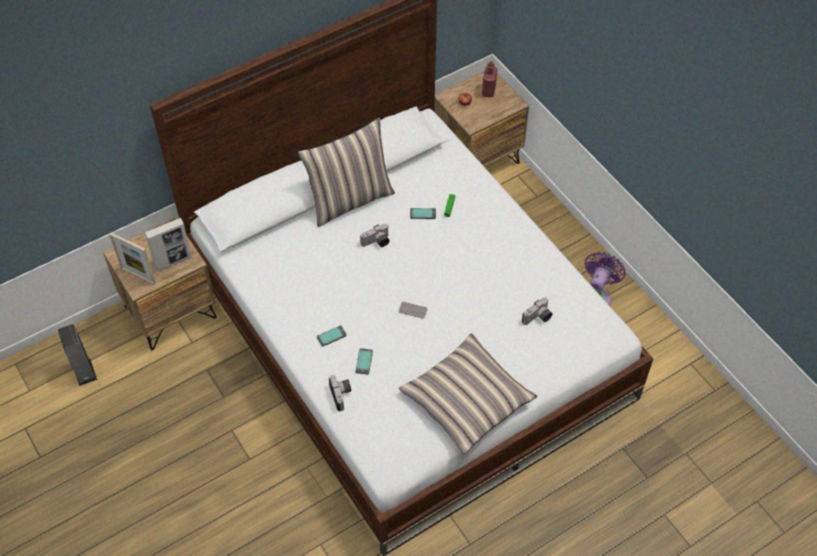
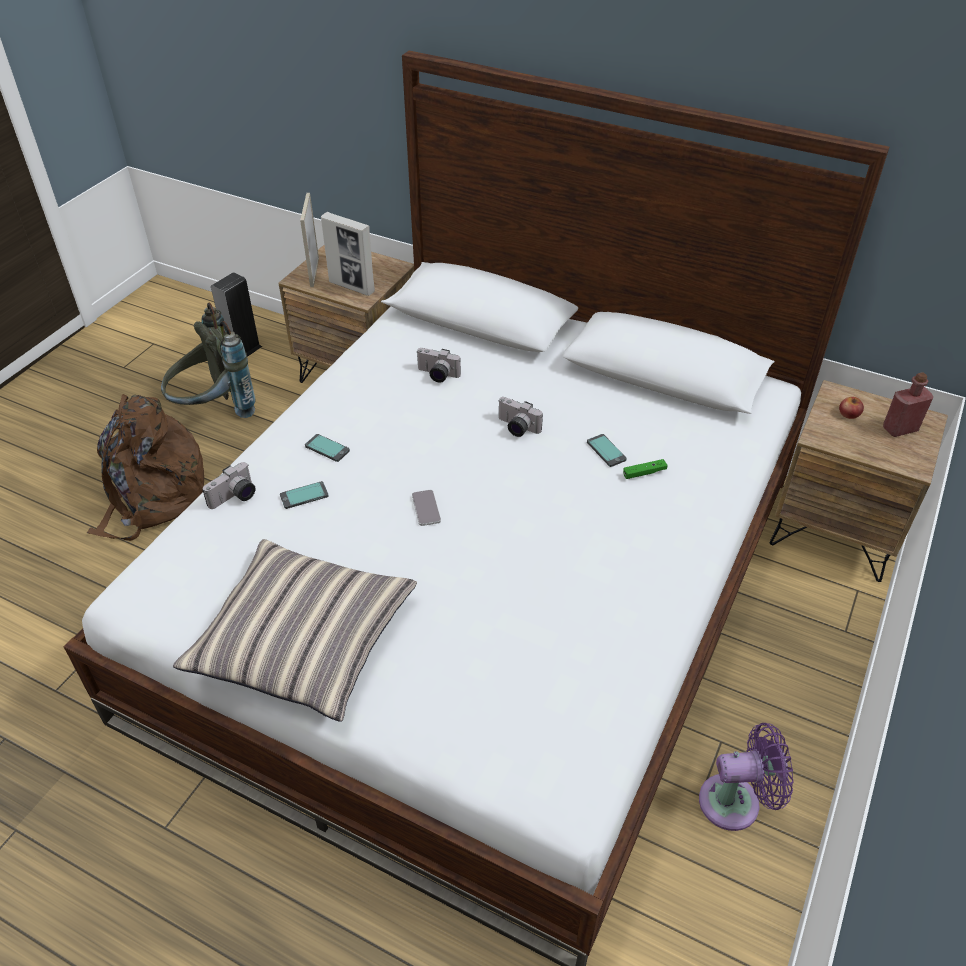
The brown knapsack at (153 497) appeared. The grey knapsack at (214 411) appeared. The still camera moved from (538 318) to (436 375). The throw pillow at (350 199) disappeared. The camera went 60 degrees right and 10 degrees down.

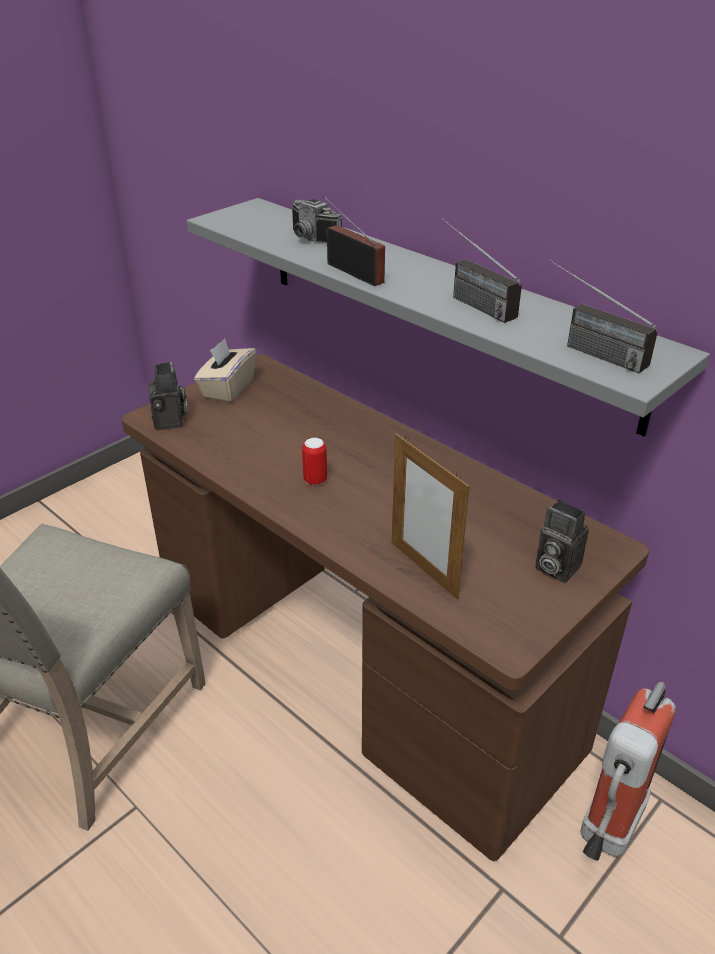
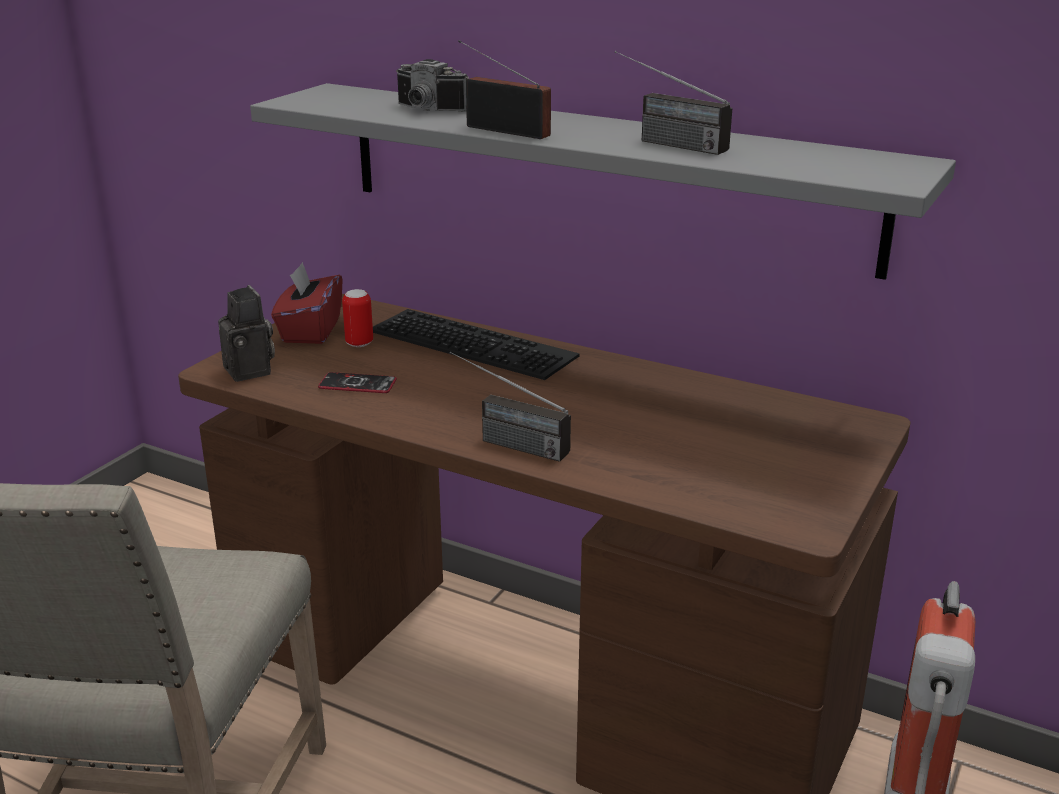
The sand-coloured tissue box at (227 389) became the red tissue box at (310 331). The handset at (357 384) appeared. The sealed can moved from (315 480) to (359 343). The computer keyboard at (476 342) appeared. The radio moved from (586 349) to (503 442). The picture frame at (423 569) disappeared. The still camera at (554 567) disappeared. The camera went 15 degrees left and 10 degrees down.

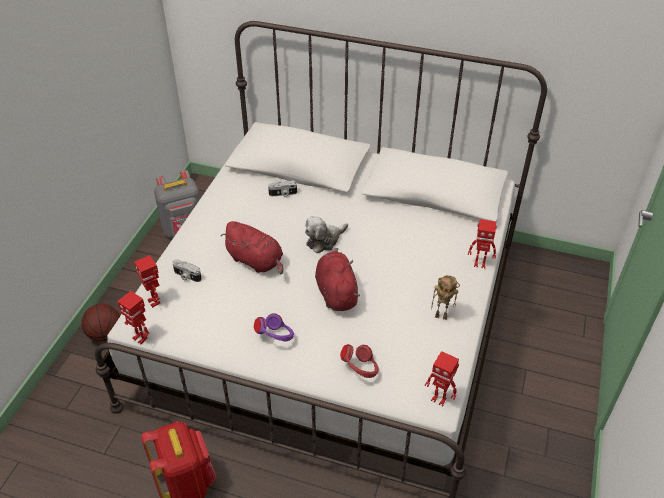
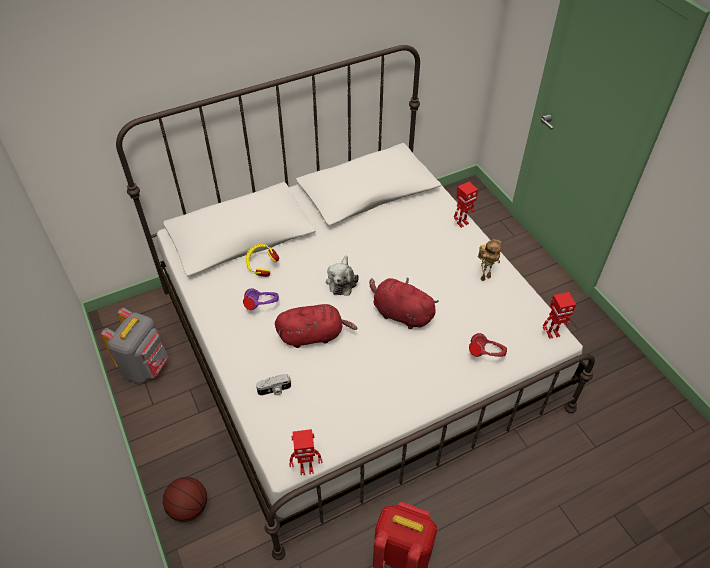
The purple-coloured headphones moved from (276 337) to (262 306). The still camera at (283 194) was replaced by the yellow headphones at (262 267). The robot figure at (154 301) disappeared. The camera went 45 degrees left and 5 degrees up.

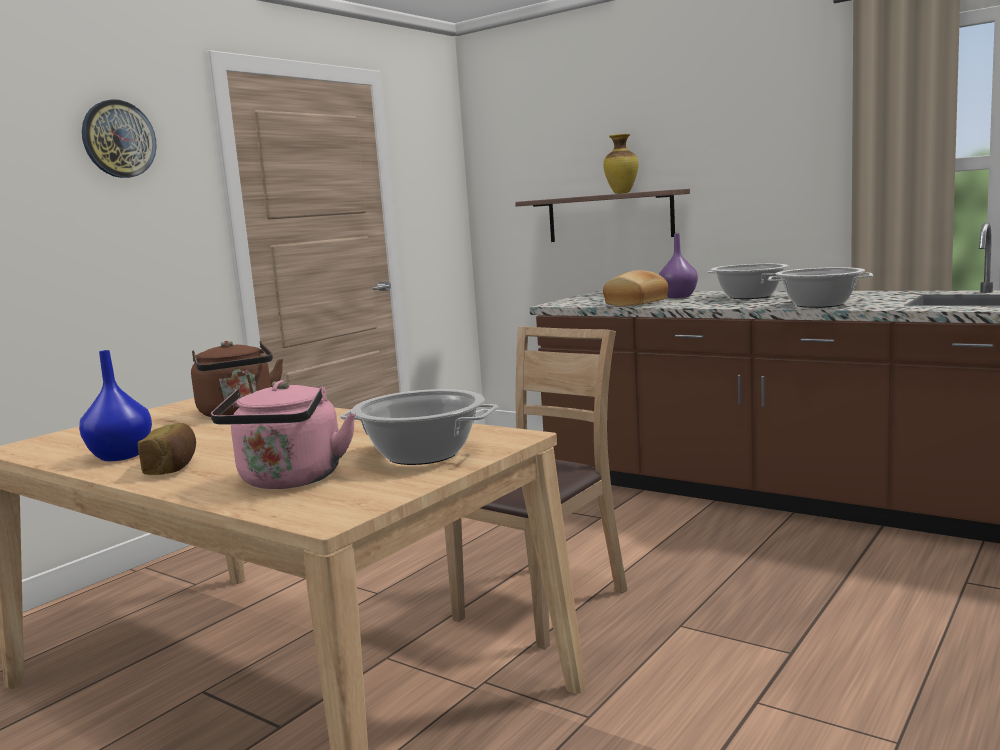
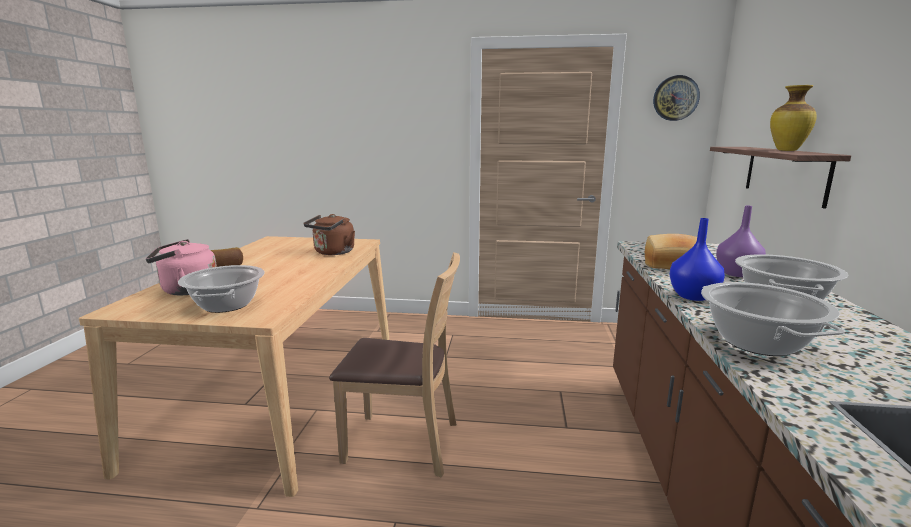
The hanging clock moved from (118 139) to (675 98). The blue-coloured decorative vase moved from (121 456) to (693 296). The camera went 60 degrees right and 5 degrees up.

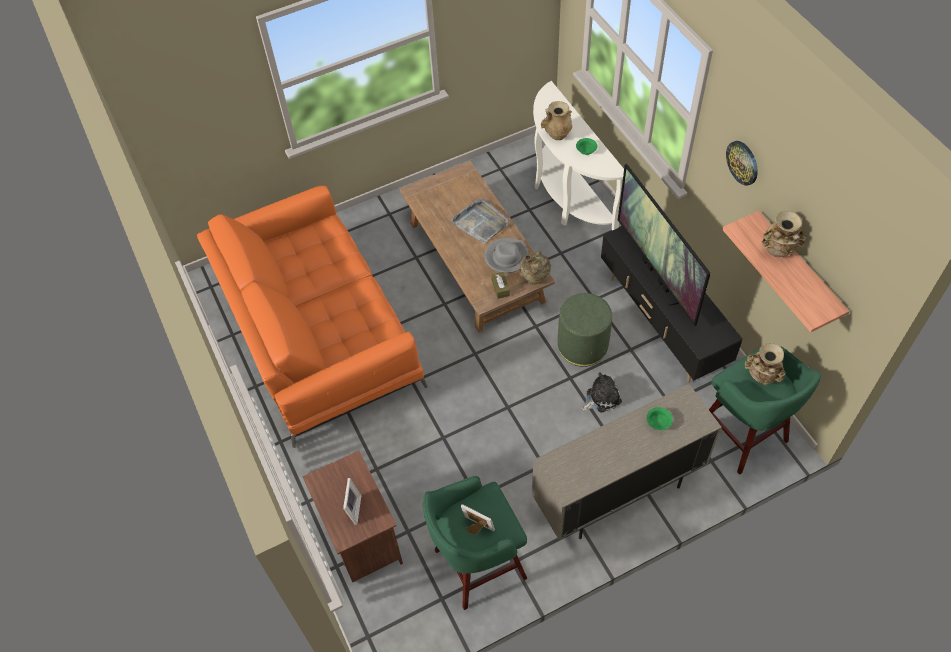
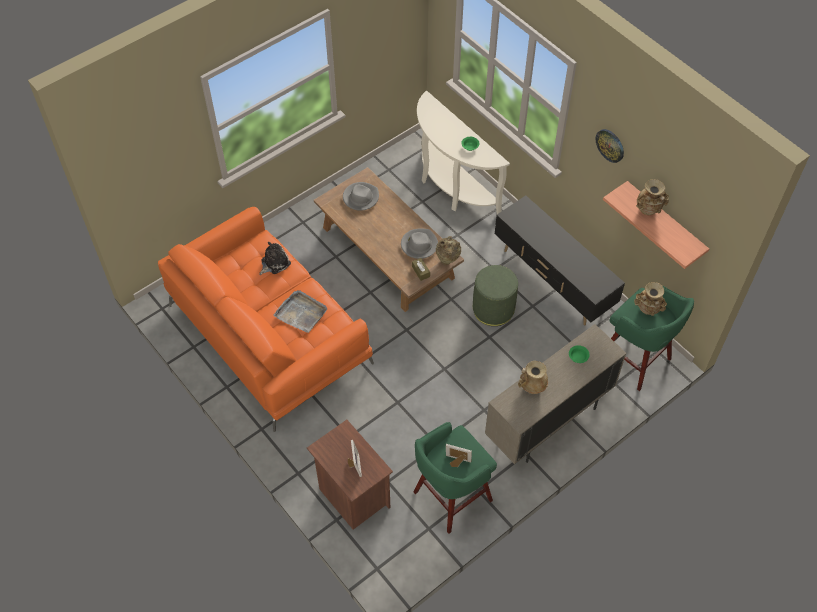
The soft toy moved from (601 397) to (274 263). The grey serving tray moved from (481 222) to (301 313). The grey hat at (360 197) appeared. The sand-coloured decorative vase moved from (557 135) to (532 387). The television at (656 276) disappeared. The camera went 15 degrees left and 0 degrees up.

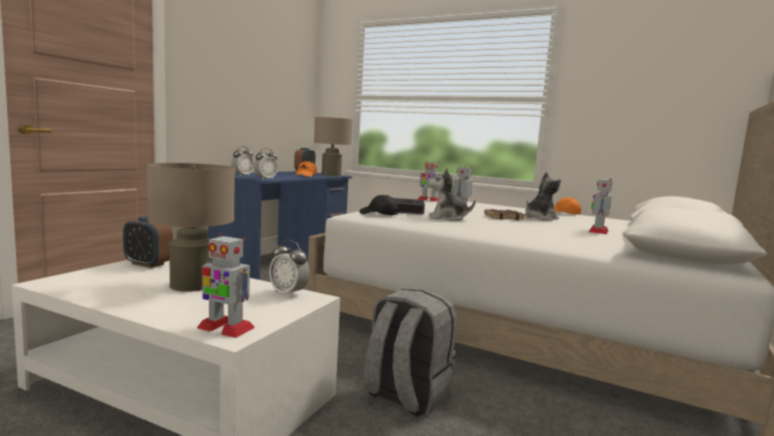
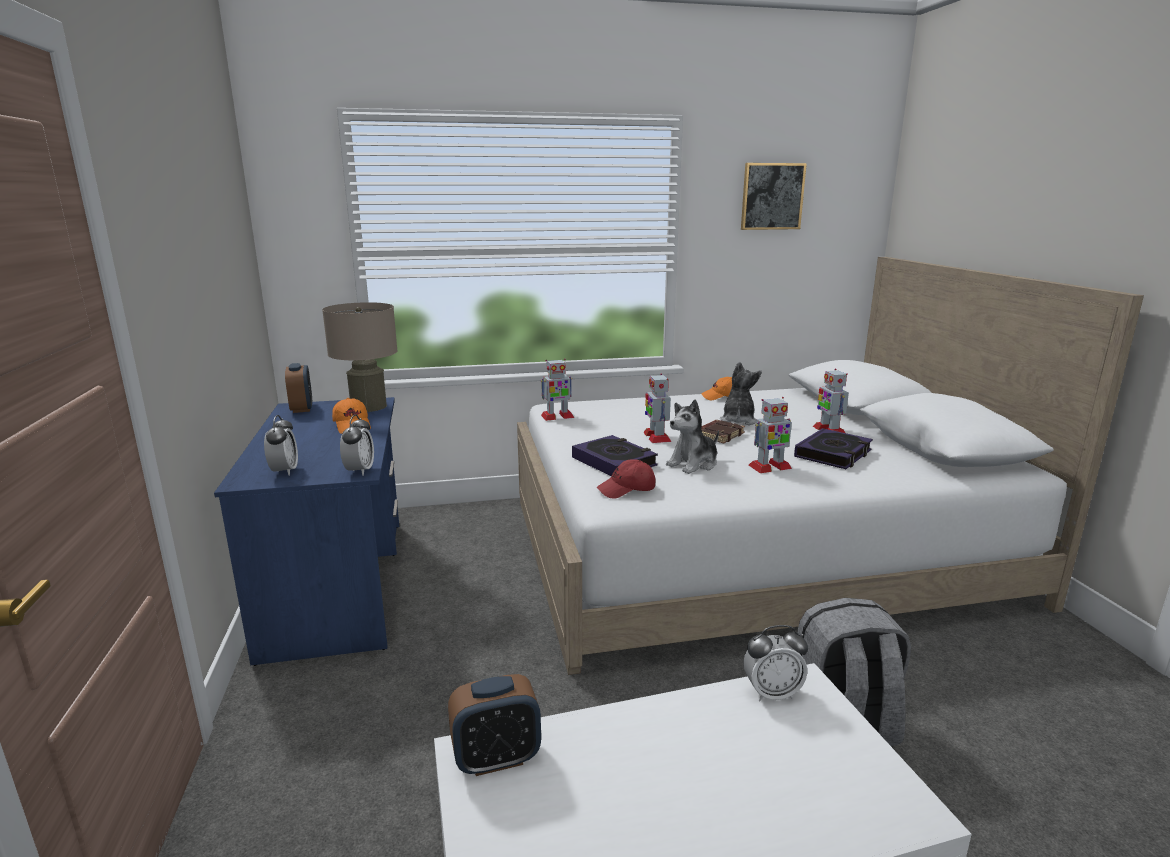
The black cap at (378 214) became the red cap at (626 490). The picture at (772 196) appeared. The robot figure moved from (225 328) to (769 467). The volume at (833 454) appeared. The sand-coloured table lamp at (192 285) disappeared. The camera went 40 degrees left and 10 degrees up.

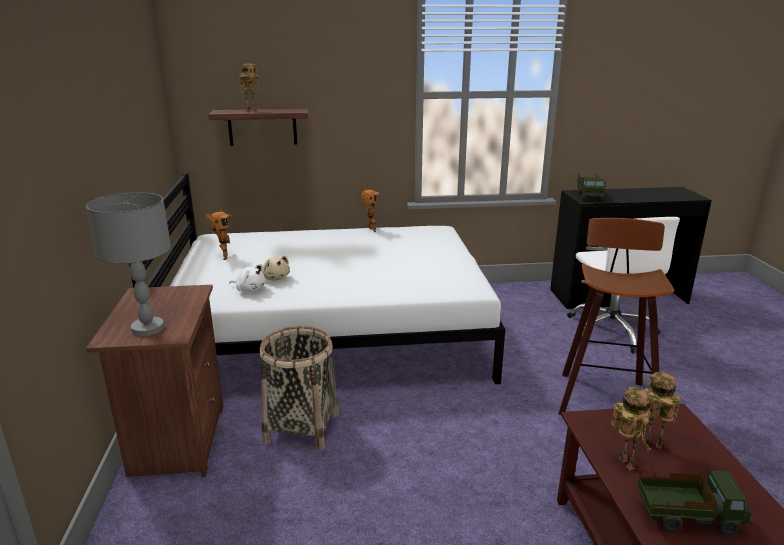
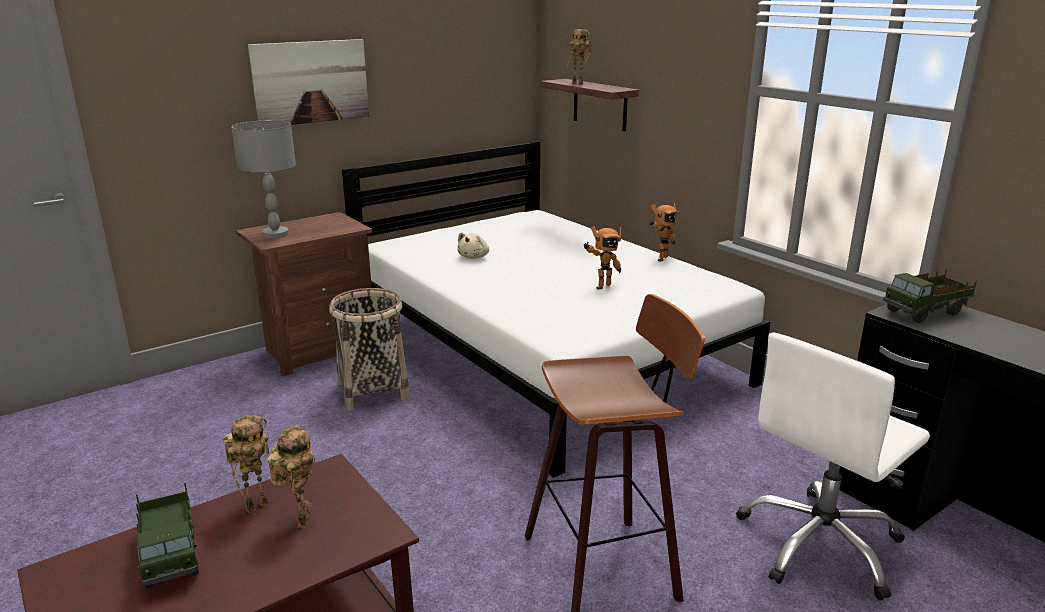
The picture at (311 82) appeared. The robot figure moved from (223 257) to (601 286). The whitish soft toy at (249 289) disappeared. The camera went 60 degrees right and 0 degrees up.

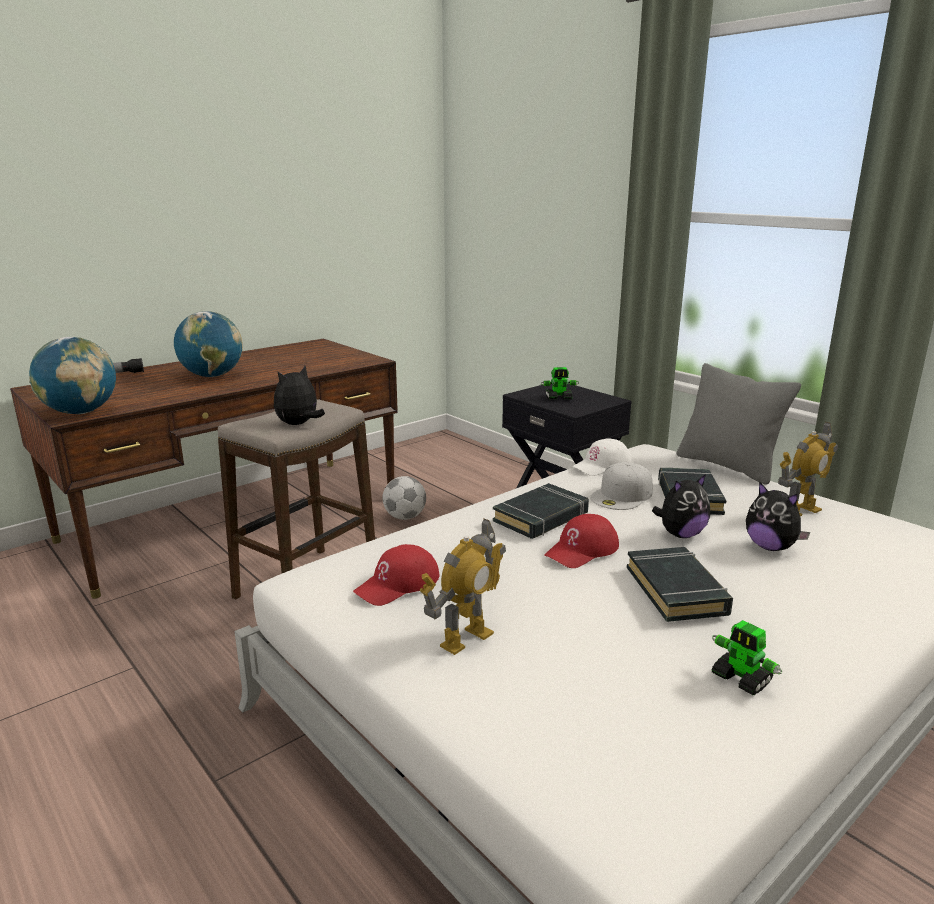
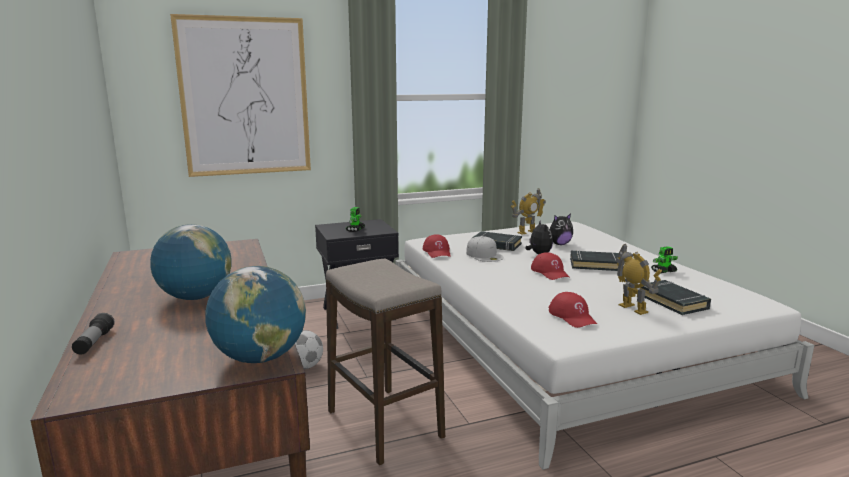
The picture at (245 97) appeared. The whitish cap at (602 465) became the red cap at (437 252). The robot figure at (800 511) turned 75 degrees clockwise. The black volume moved from (541 517) to (673 301). The soft toy at (299 424) disappeared. The grey throw pillow at (728 466) disappeared. The camera went 70 degrees left and 5 degrees down.

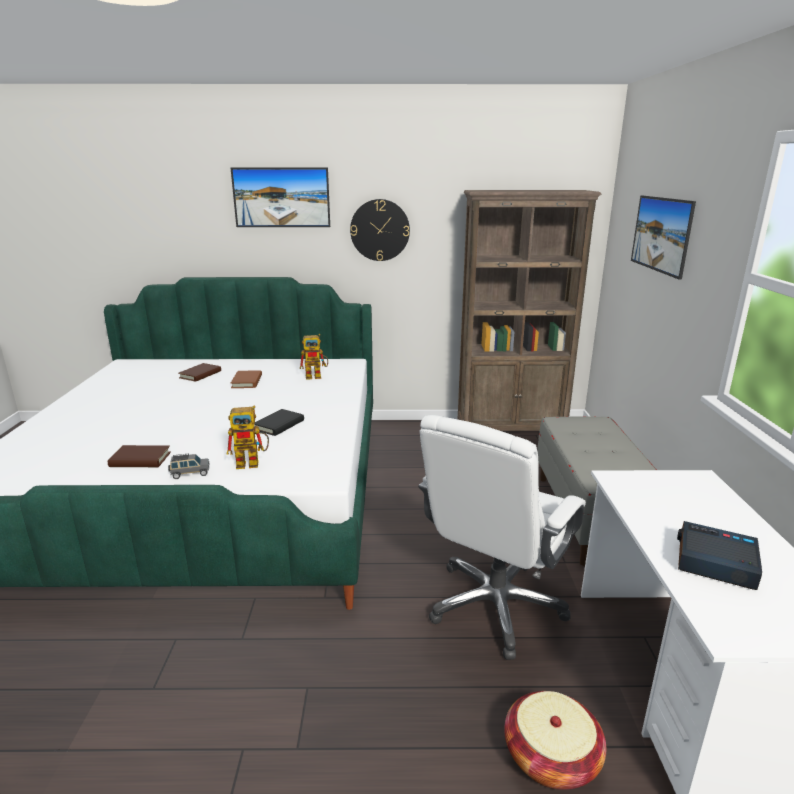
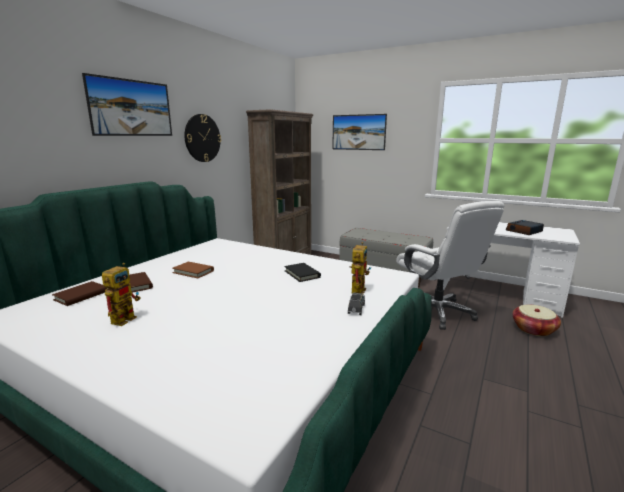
The brown volume moved from (140 460) to (81 296). The robot figure moved from (317 376) to (126 317). The camera went 60 degrees left and 5 degrees down.

